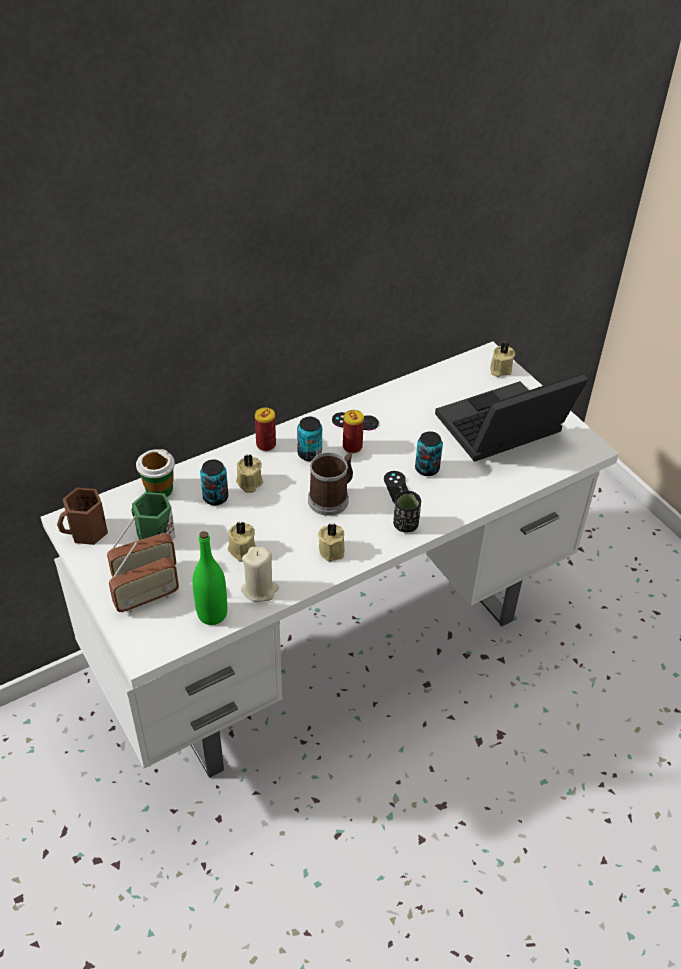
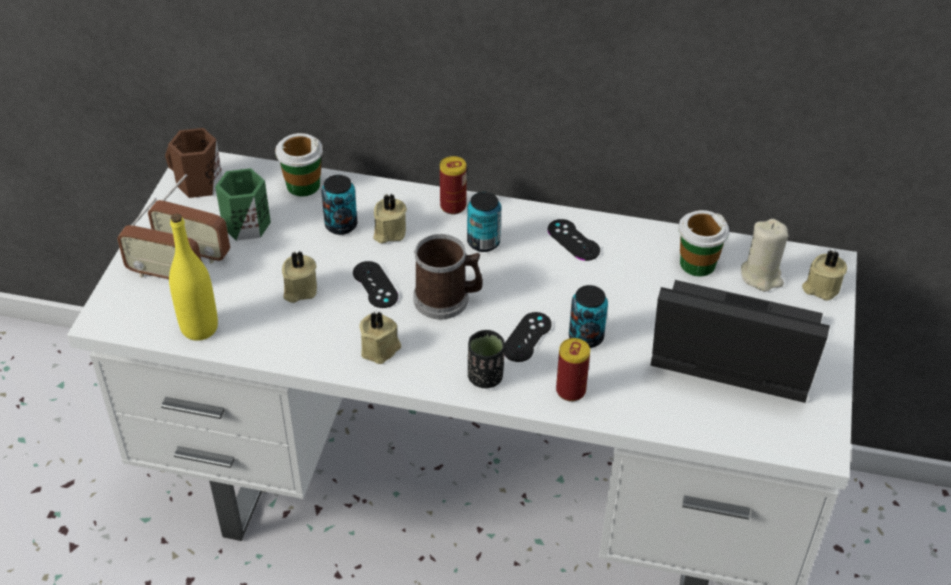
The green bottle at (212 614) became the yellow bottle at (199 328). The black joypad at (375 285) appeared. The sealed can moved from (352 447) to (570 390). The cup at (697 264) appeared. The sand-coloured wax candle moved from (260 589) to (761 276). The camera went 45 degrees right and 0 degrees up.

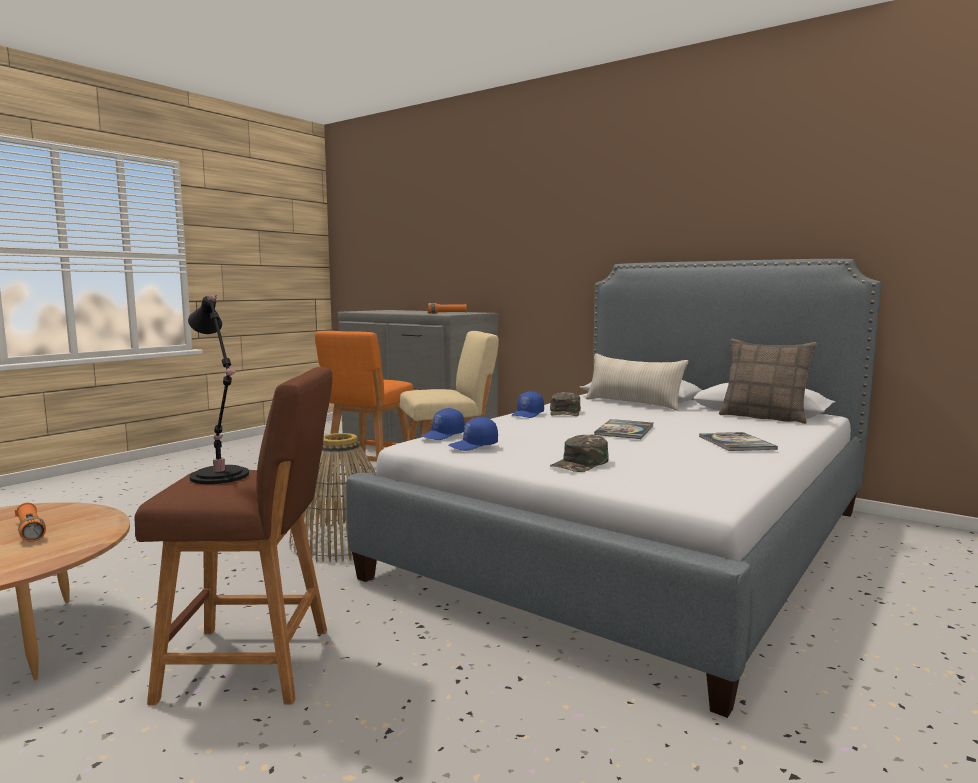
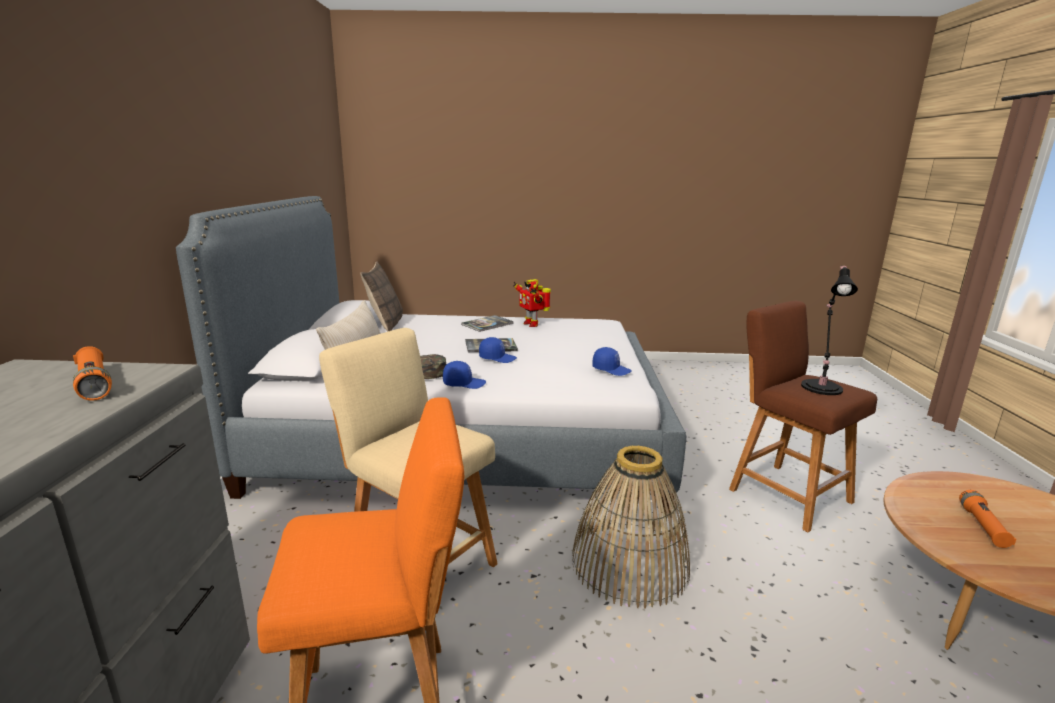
The blue-coloured cap moved from (443 435) to (497 358). The robot figure at (532 324) appeared. The green cap at (580 463) disappeared. The camera went 125 degrees left and 10 degrees up.

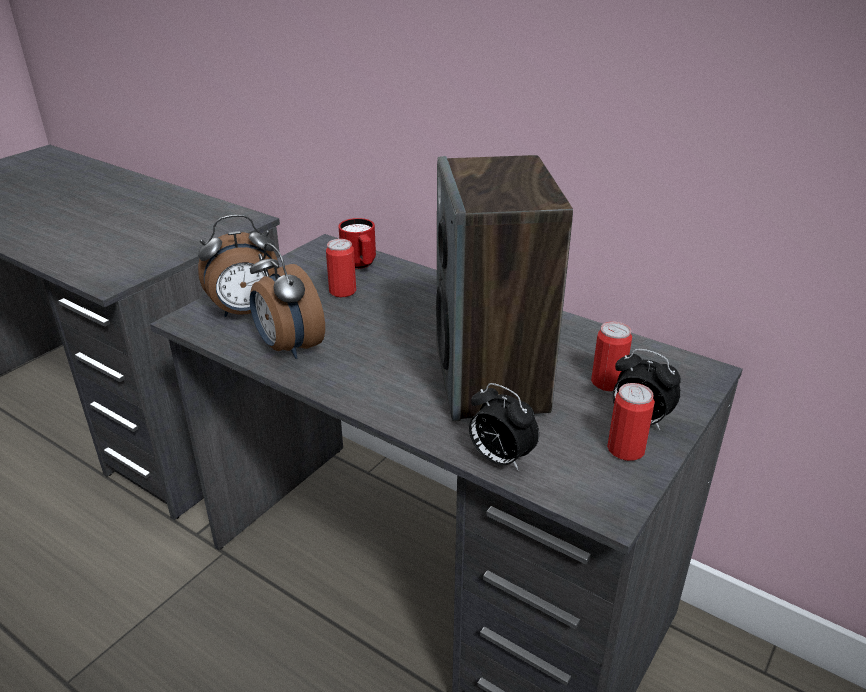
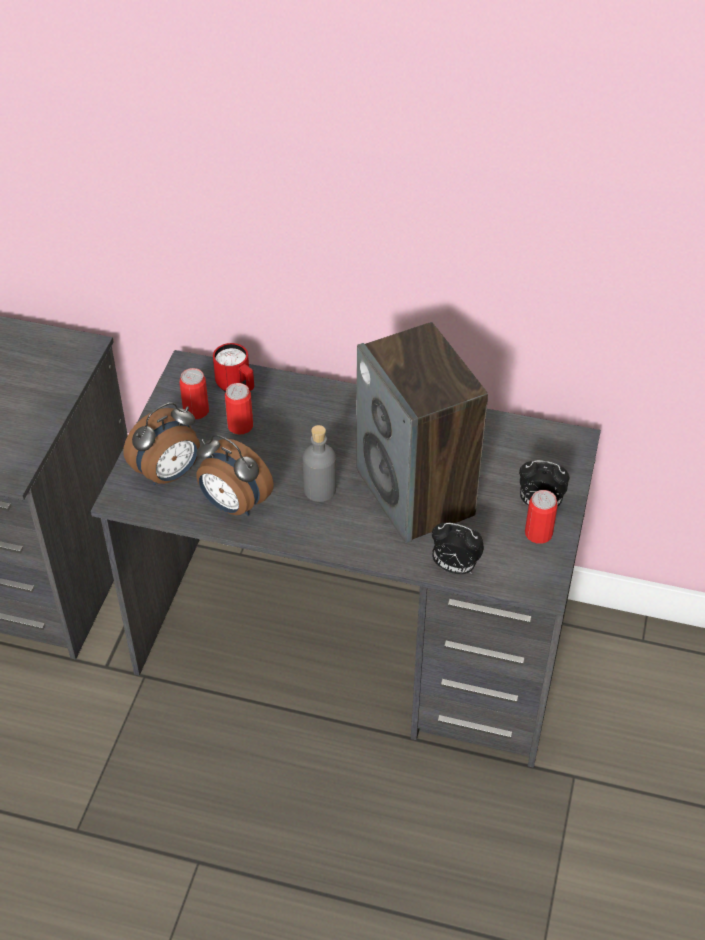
The sealed can moved from (607 382) to (196 411). The grey bottle at (320 490) appeared. The camera went 20 degrees left and 15 degrees up.

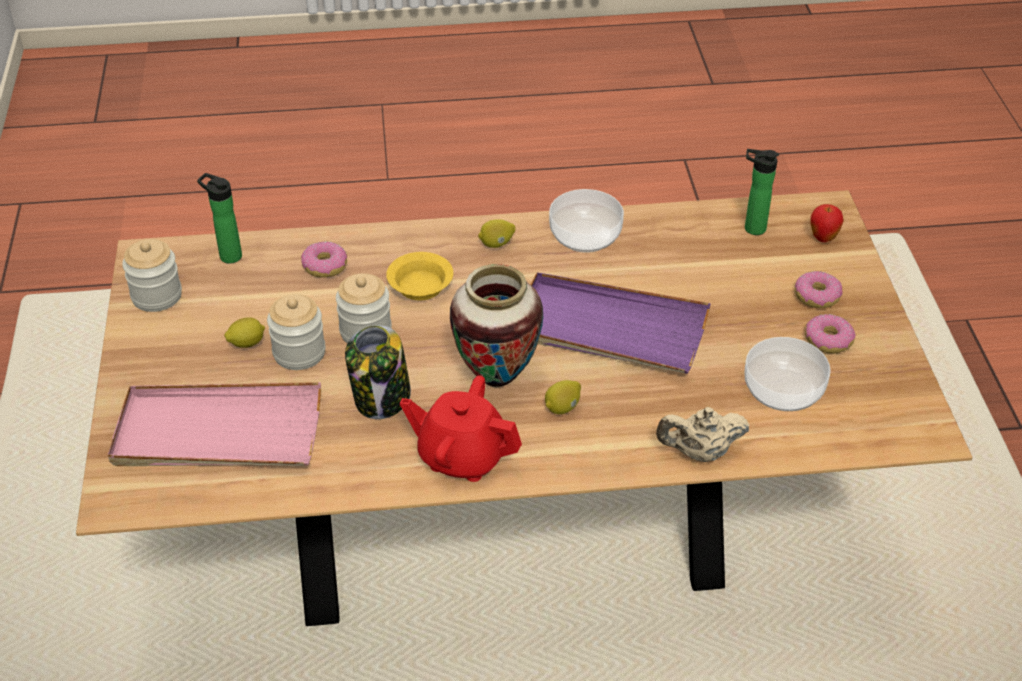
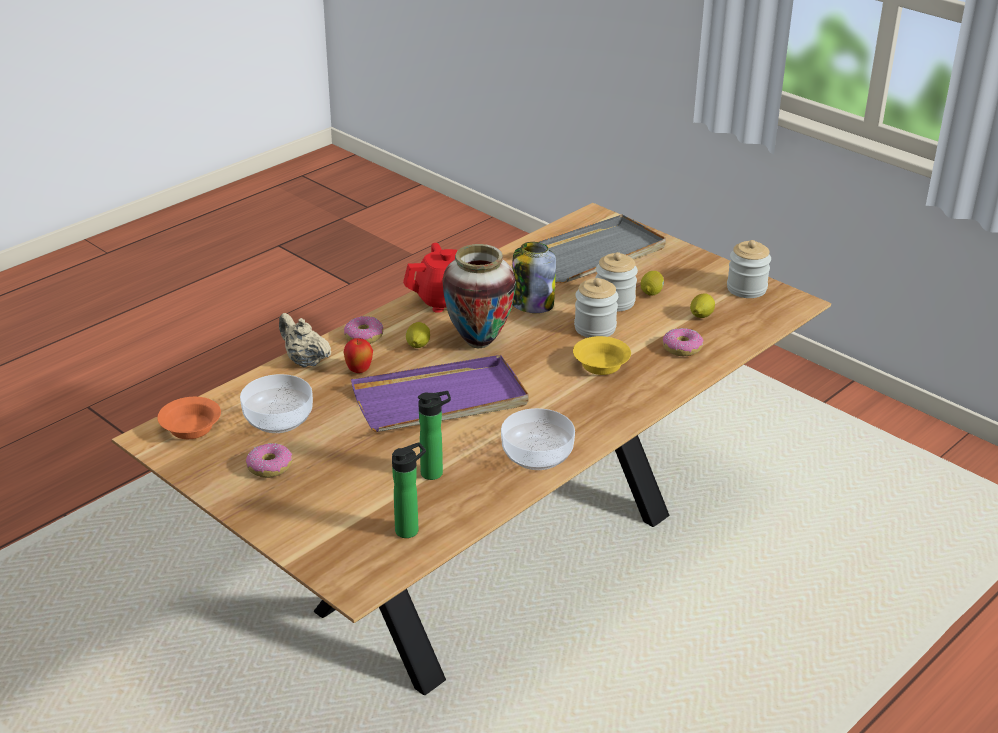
The orange-coloured serving bowl at (189 428) appeared. The sand-coloured teapot at (700 453) turned 90 degrees counterclockwise. The apple fruit moved from (823 238) to (359 371). The ring doughnut moved from (816 296) to (364 336). The bottle moved from (227 255) to (435 473). The pinkish serving tray at (217 432) became the grey serving tray at (594 255). The whole lemon moved from (496 244) to (701 316). The camera went 140 degrees right and 10 degrees down.

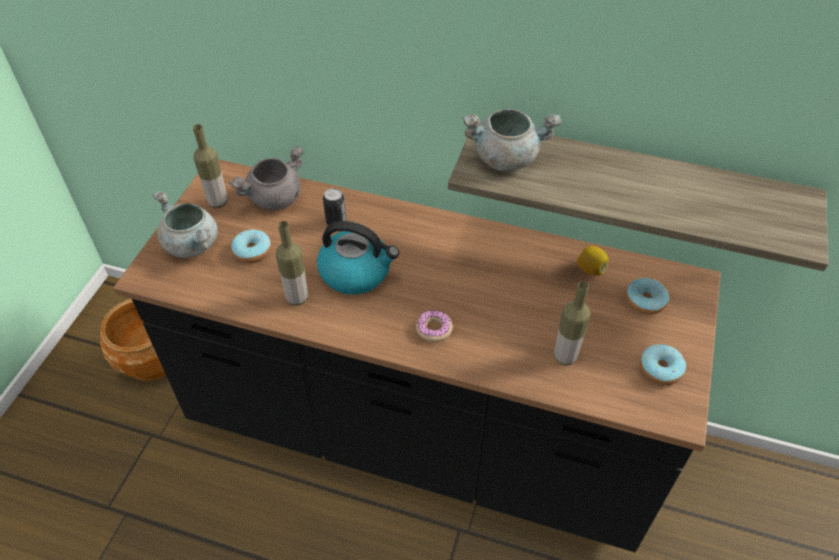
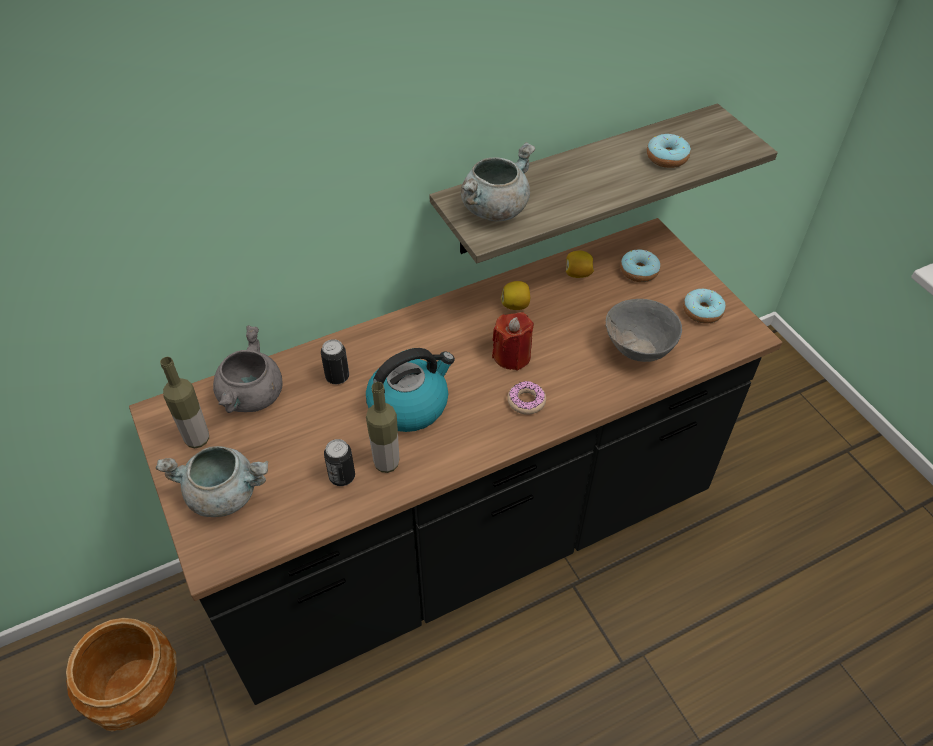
The sealed can at (342 476) appeared. The red wax candle at (512 356) appeared. The whole lemon at (516 305) appeared. The bottle at (565 357) was replaced by the grey serving bowl at (637 349). The ring doughnut moved from (252 251) to (666 158). The camera went 45 degrees left and 0 degrees up.

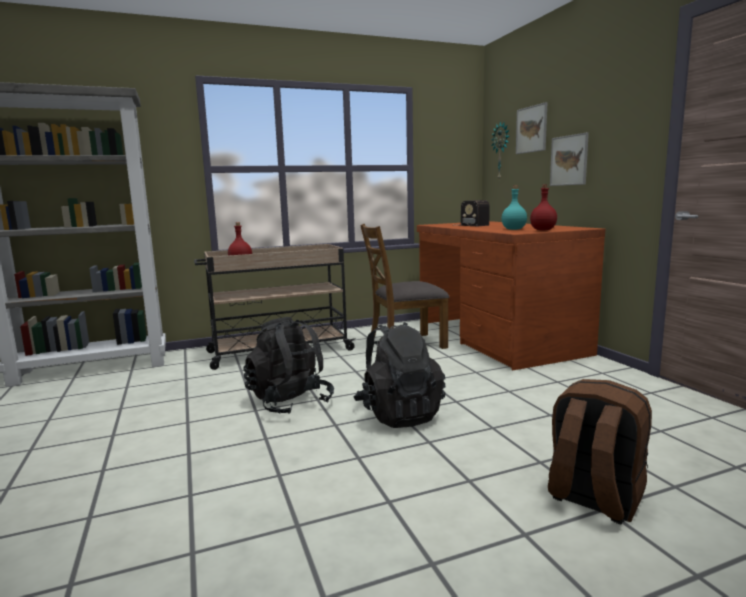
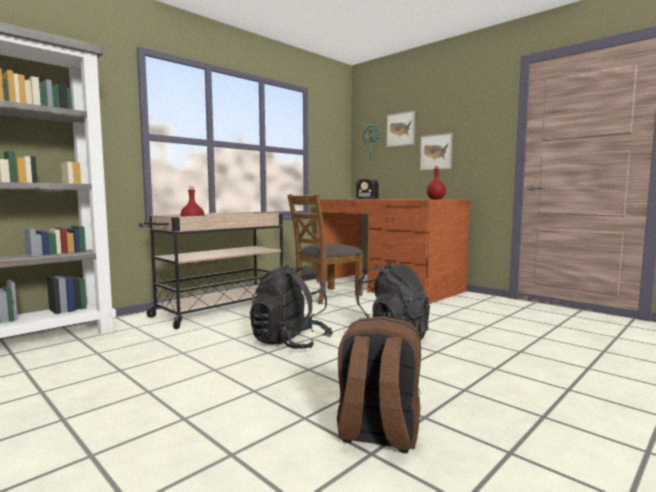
The brown knapsack moved from (593 498) to (377 434). The turquoise-coloured bottle at (514 229) disappeared. The camera went 25 degrees left and 5 degrees down.

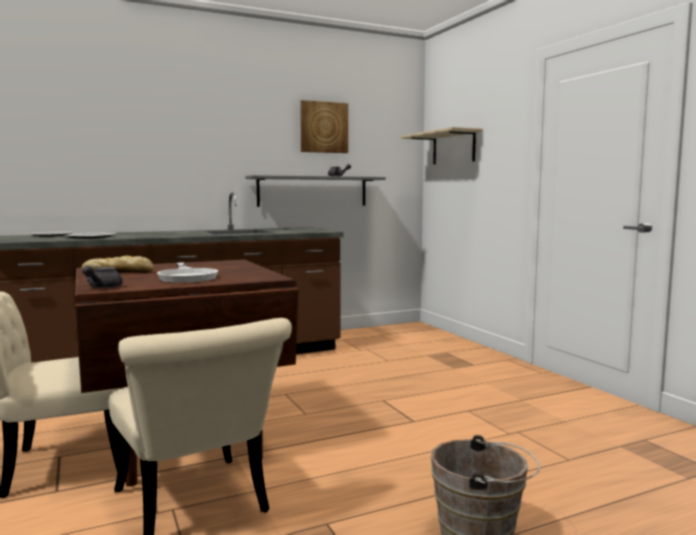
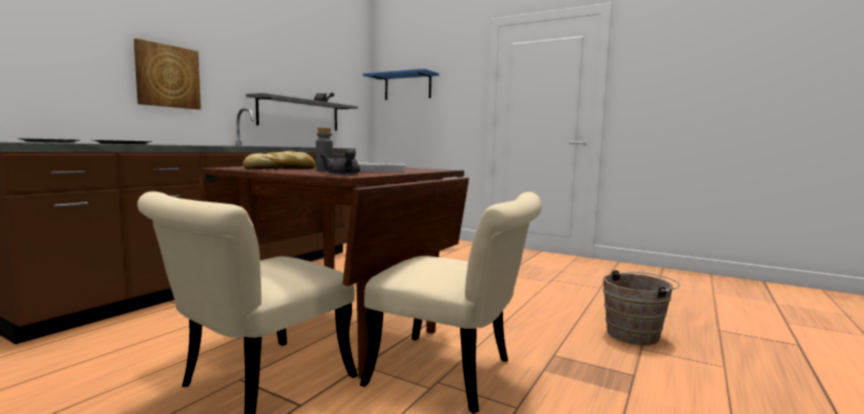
The picture moved from (323 127) to (167 76). The grey bottle at (324 170) appeared. The sand-coloured shelf at (453 148) became the blue-coloured shelf at (407 87). The camera went 35 degrees left and 0 degrees up.

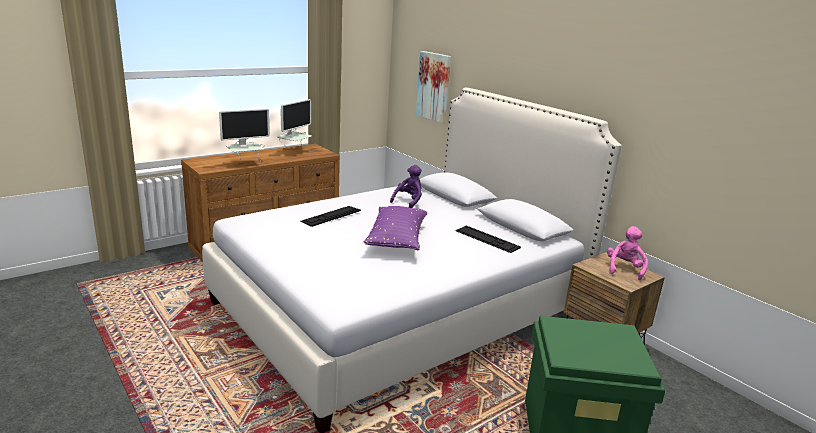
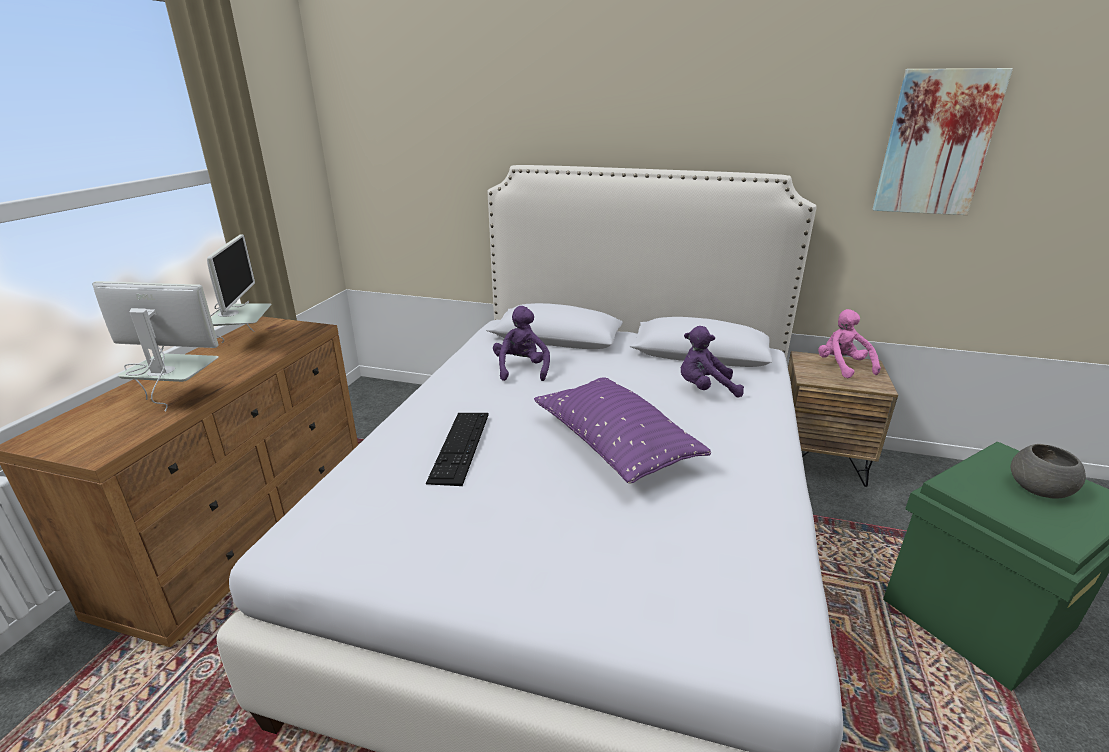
The computer screen at (245 163) turned 105 degrees counterclockwise. The computer keyboard at (487 239) was replaced by the purple-coloured soft toy at (705 389). The picture moved from (434 86) to (936 143). The grey serving bowl at (1038 490) appeared. The camera went 35 degrees left and 5 degrees up.

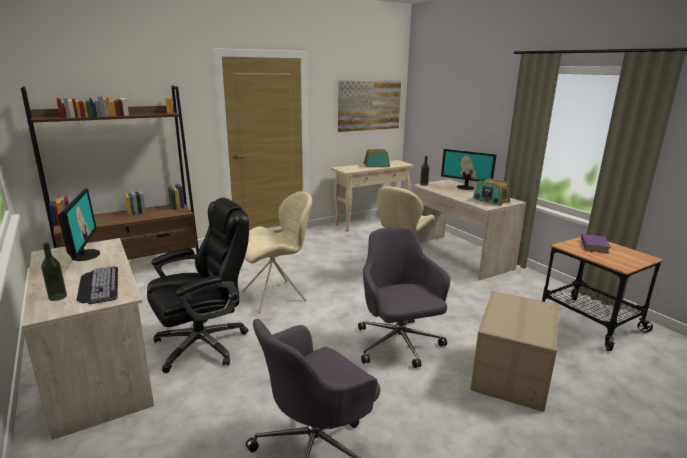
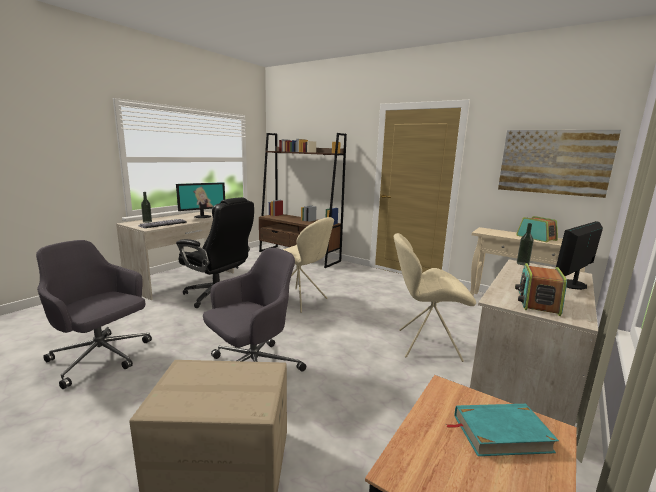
The purple-coloured volume at (594 246) became the turquoise-coloured volume at (501 433). The computer screen at (465 187) turned 45 degrees clockwise. The camera went 65 degrees right and 5 degrees down.

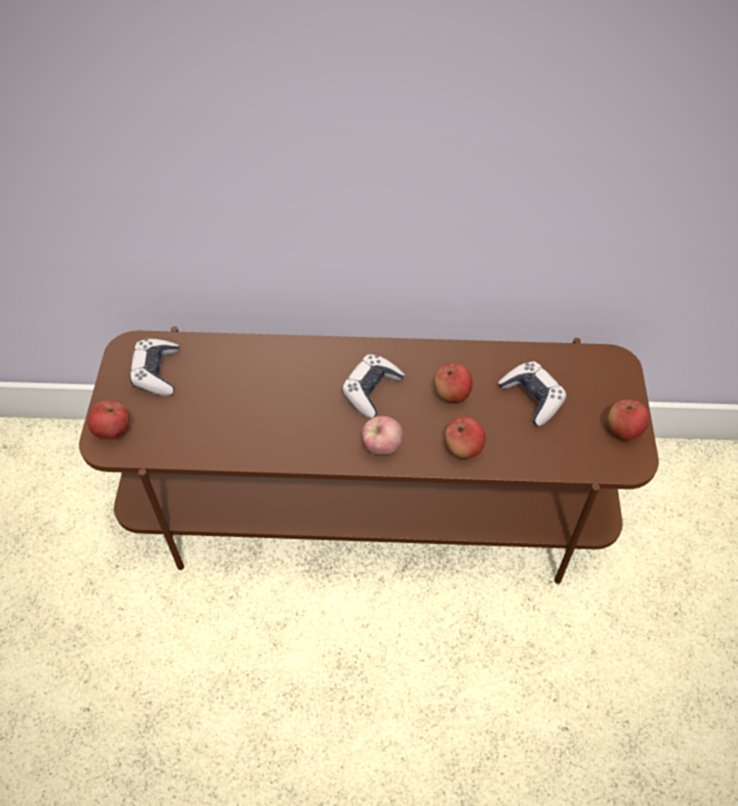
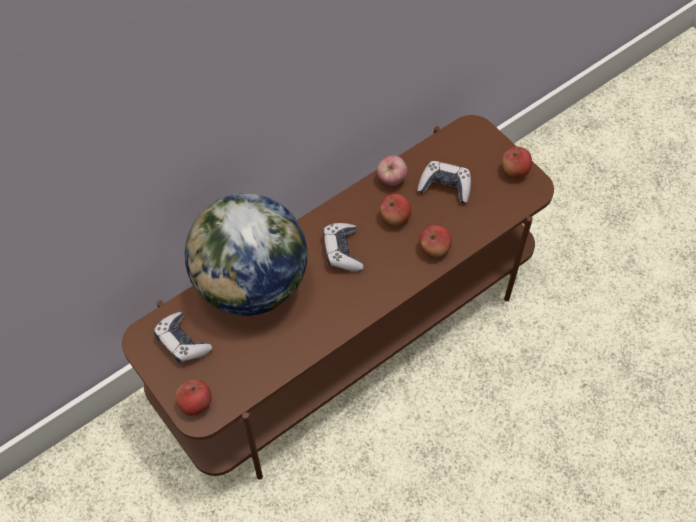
The world globe at (251 285) appeared. The apple fruit moved from (382 447) to (391 179). The camera went 40 degrees left and 5 degrees up.

